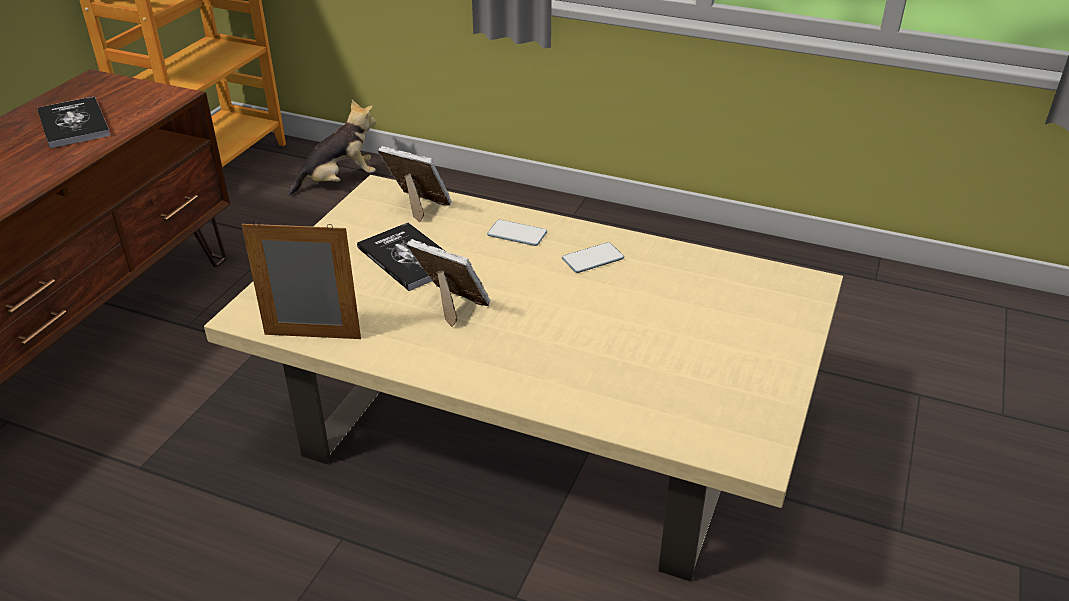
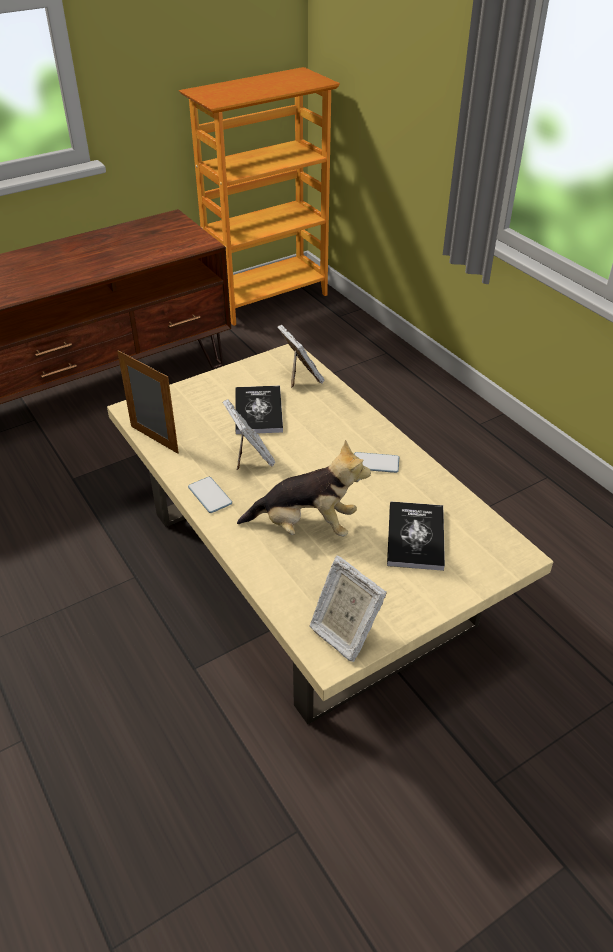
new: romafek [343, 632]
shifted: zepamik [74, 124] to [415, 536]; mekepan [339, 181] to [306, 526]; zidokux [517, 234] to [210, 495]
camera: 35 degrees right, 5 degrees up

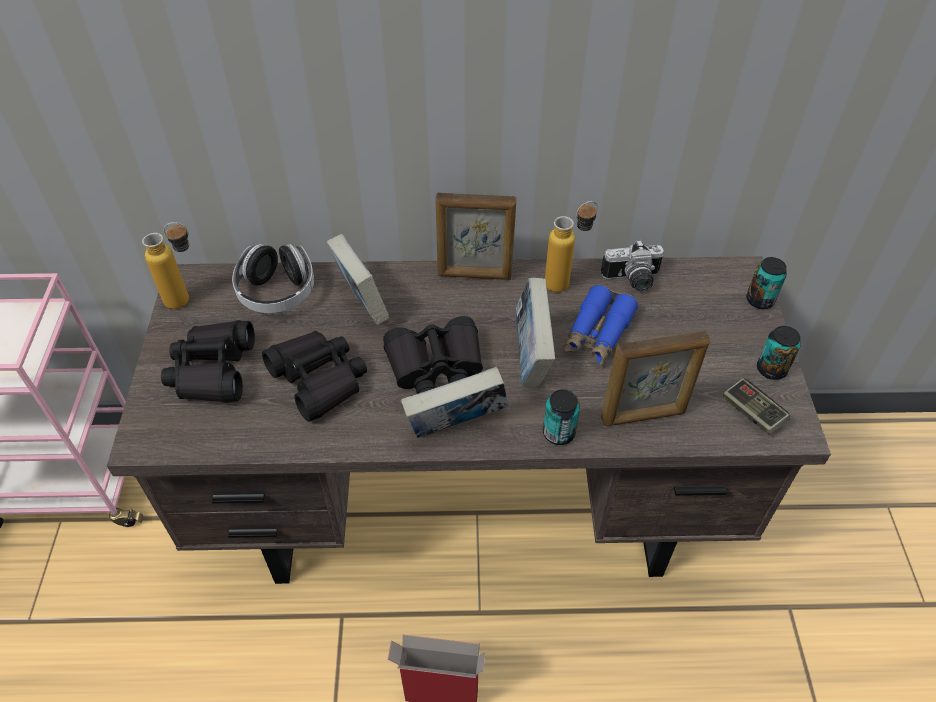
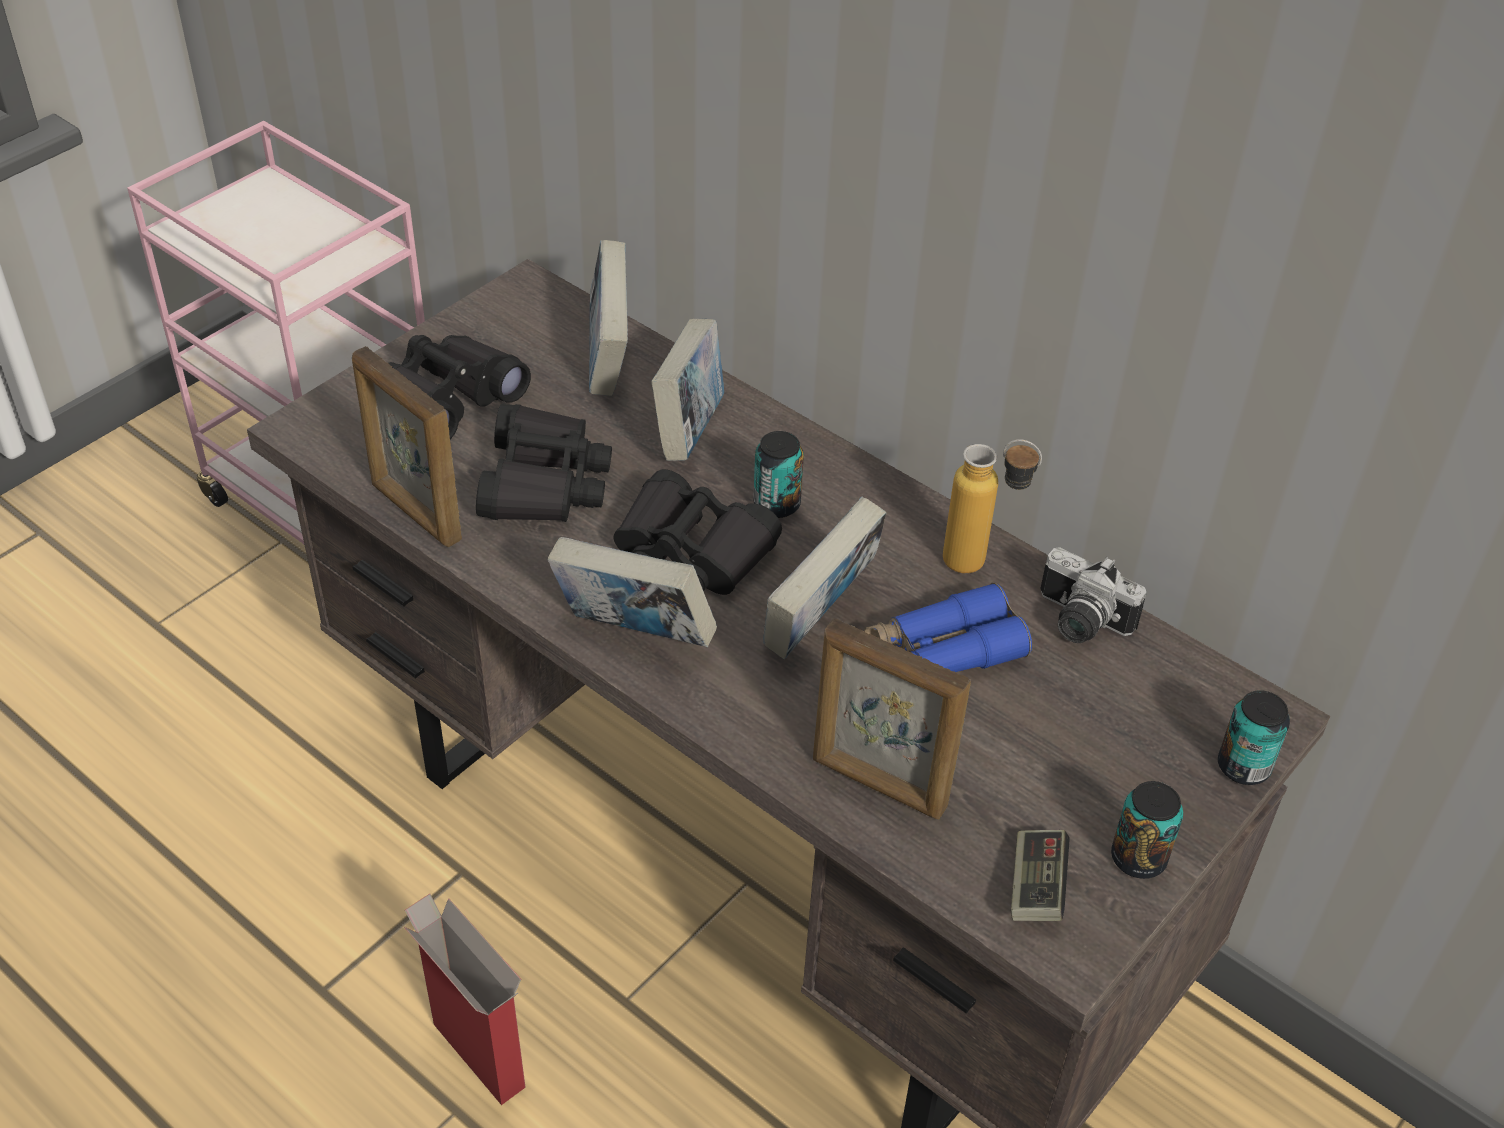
gone: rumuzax [187, 300]
shifted: romafek [474, 275] to [415, 512]; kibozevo [558, 433] to [776, 504]
swapped: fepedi [277, 292] to zepamik [608, 360]
camera: 40 degrees right, 5 degrees down

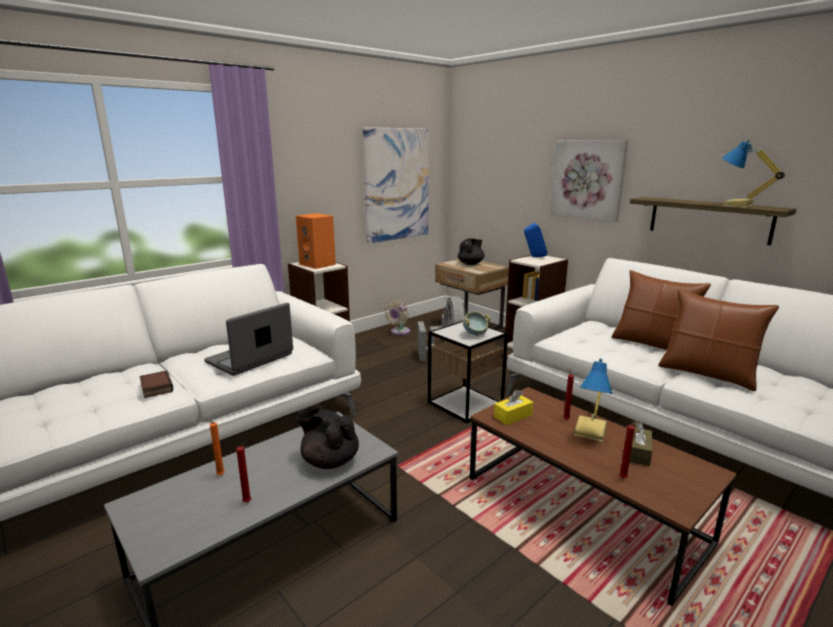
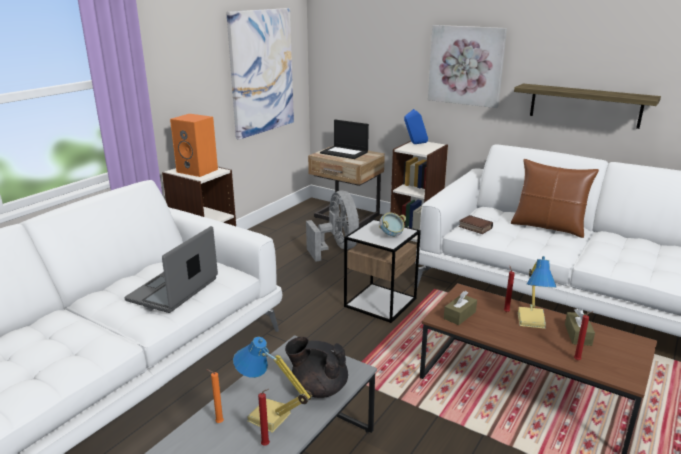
gone: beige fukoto [399, 332]; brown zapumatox [707, 374]
shifted: zepamik [155, 388] to [474, 227]; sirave [738, 205] to [268, 418]
swapped: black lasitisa [471, 264] to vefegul [345, 152]
repainted: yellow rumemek [513, 416] to brown rumemek [459, 315]
camera: 15 degrees left, 5 degrees up

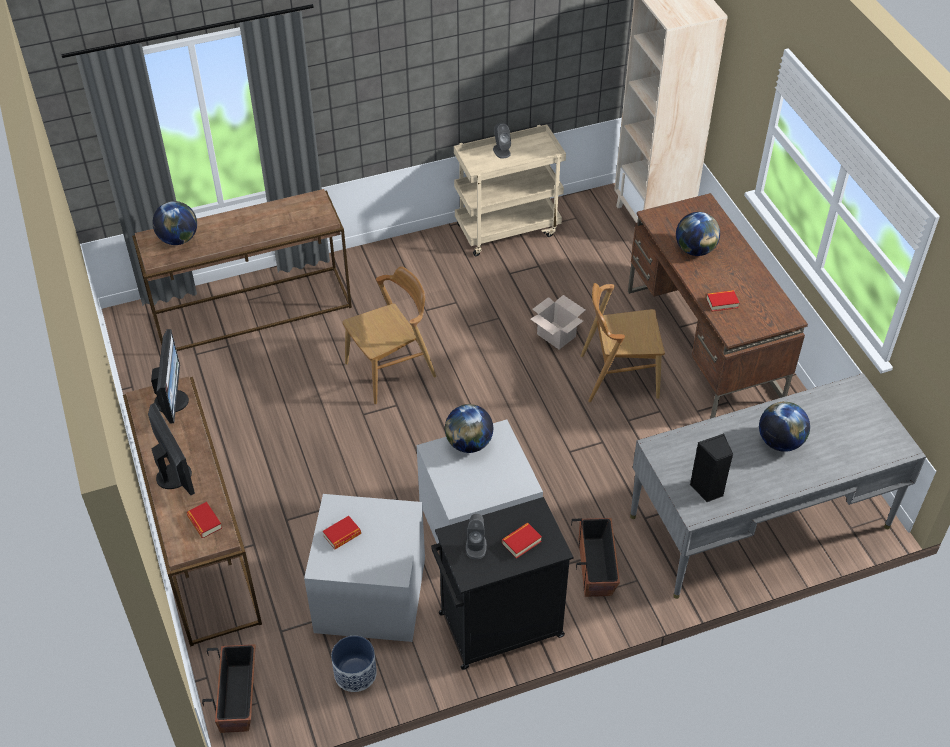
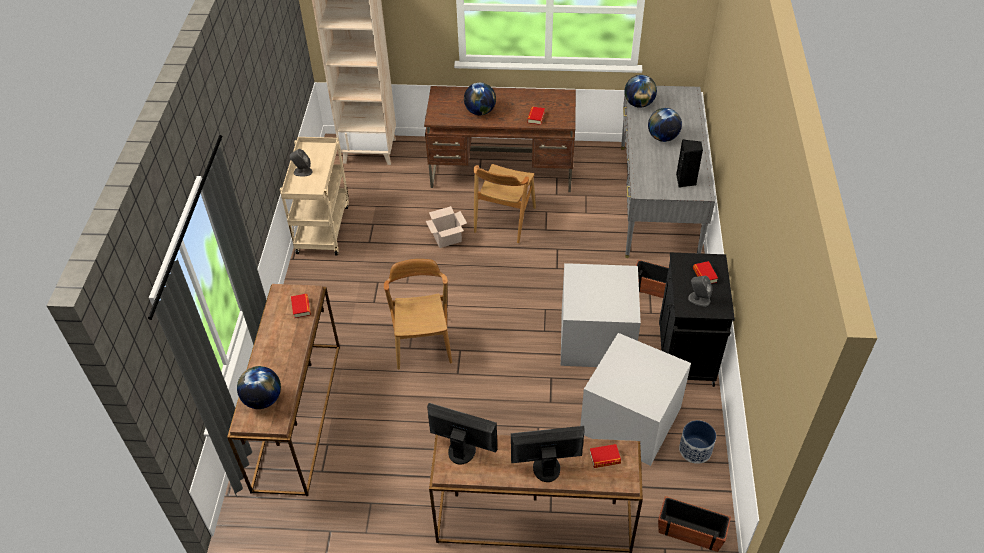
shifted: zepamik [342, 535] to [301, 307]; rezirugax [469, 443] to [639, 104]
camera: 65 degrees left, 0 degrees up

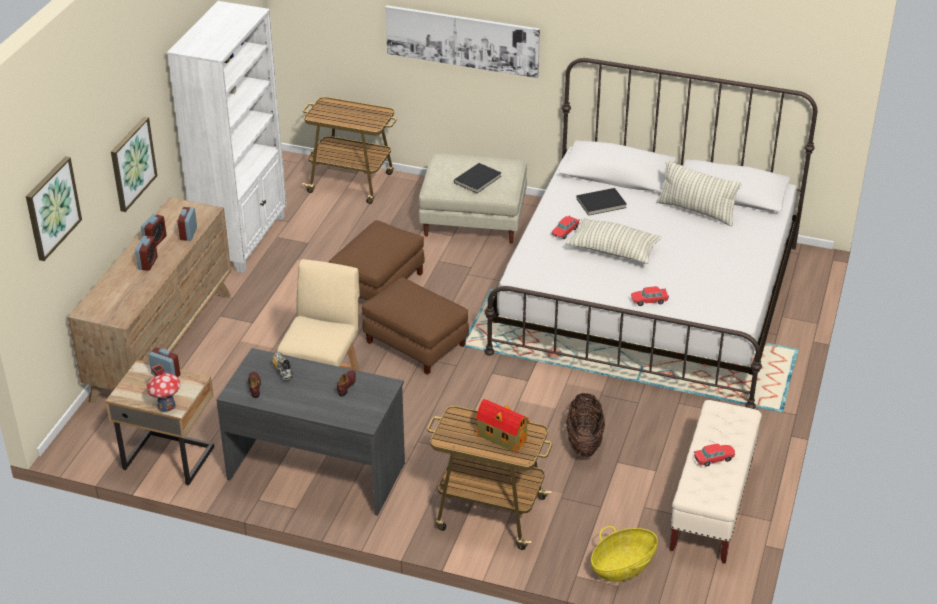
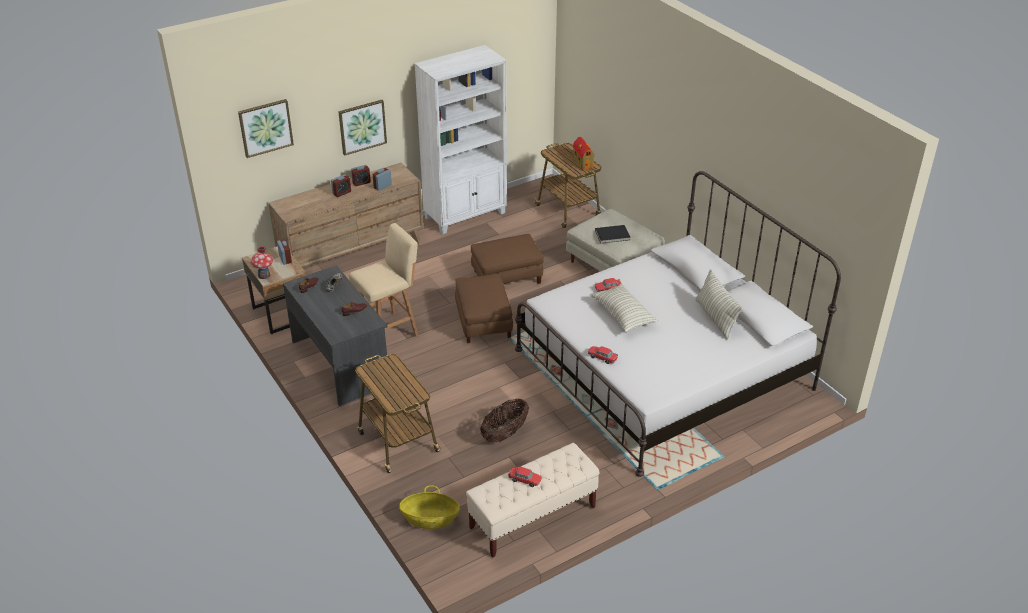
gone: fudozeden [462, 40]; black zepamik [601, 204]
shifted: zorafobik [501, 437] to [582, 162]
camera: 40 degrees right, 0 degrees up

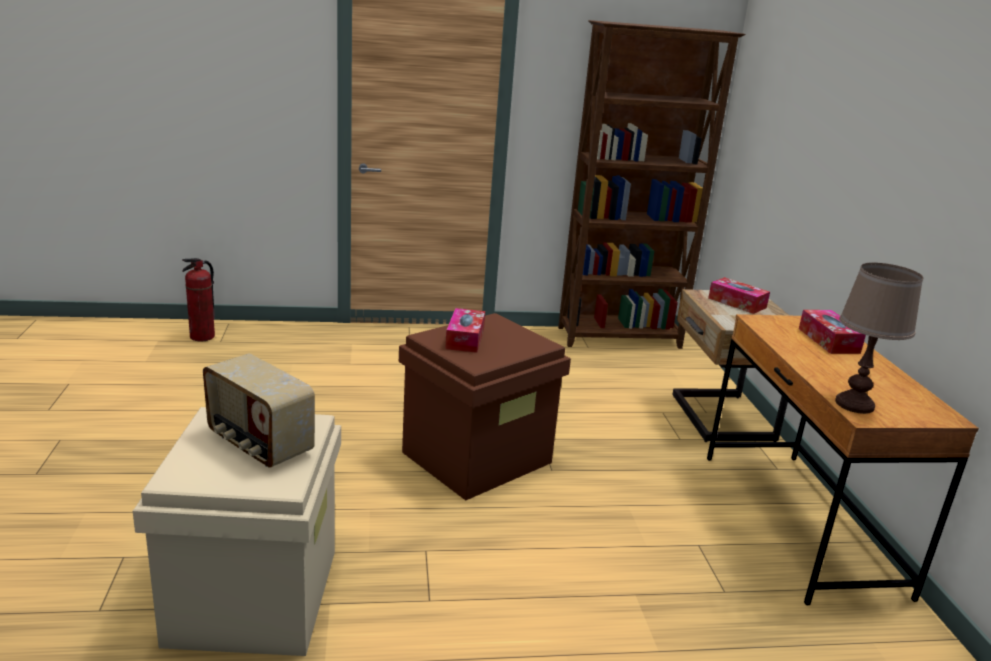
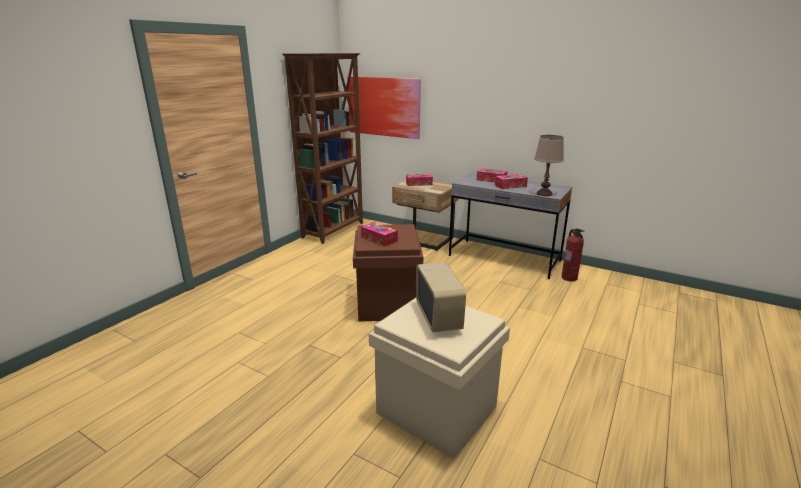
new: fudozeden [384, 106]; rumemek [510, 186]
shifted: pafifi [202, 337] to [569, 278]
repainted: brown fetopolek [799, 522] to grey fetopolek [504, 258]
rotated: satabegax [259, 444] = [439, 317] 90 degrees counterclockwise
camera: 50 degrees left, 0 degrees up

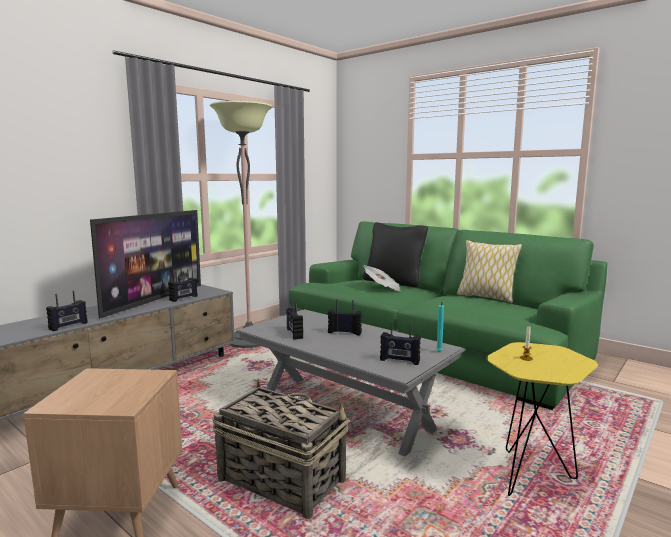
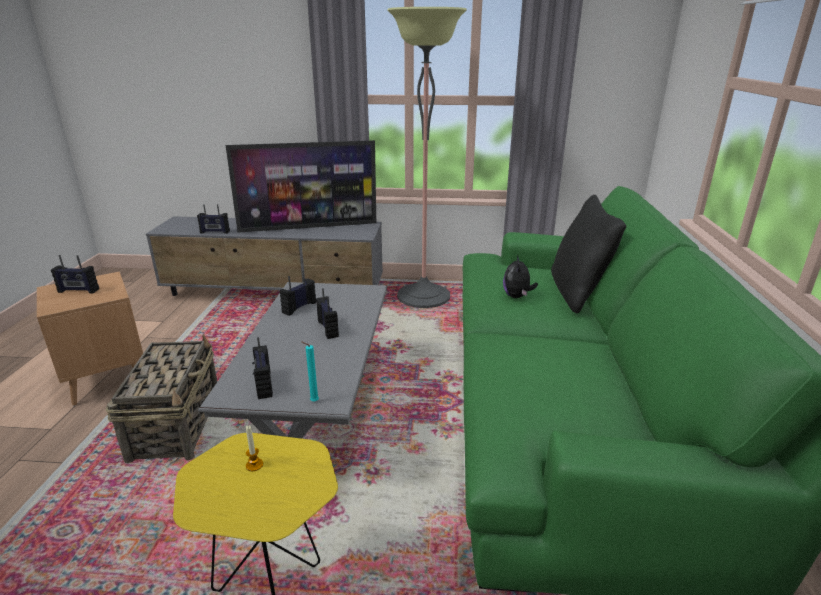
gone: zapumatox [486, 297]
shifted: satabegax [183, 298] to [78, 291]
swapped: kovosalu [382, 289] to mekepan [517, 296]
camera: 55 degrees right, 15 degrees up

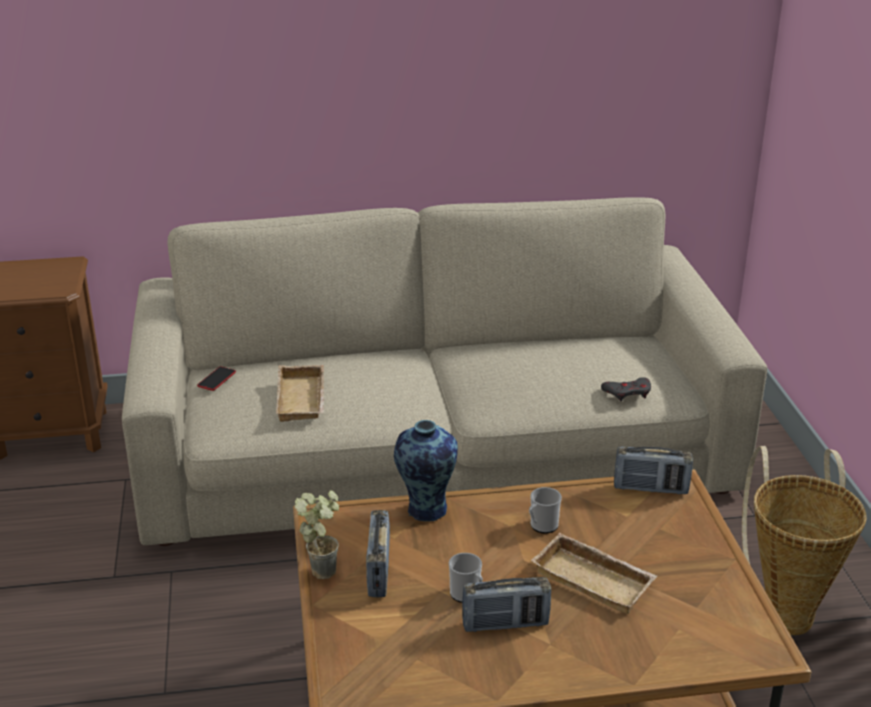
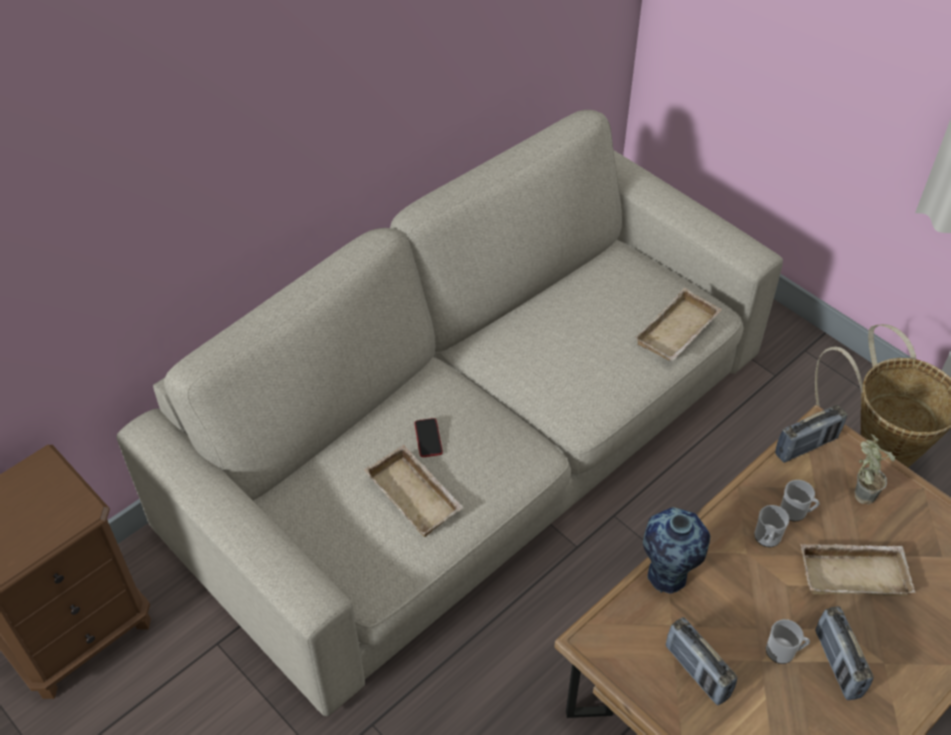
new: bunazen [796, 512]
shifted: zidokux [216, 379] to [428, 438]; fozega [323, 567] to [858, 491]
swapped: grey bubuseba [628, 392] to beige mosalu [678, 333]
rotated: satabegax [505, 624] = [837, 664] 120 degrees clockwise
camera: 35 degrees left, 20 degrees up

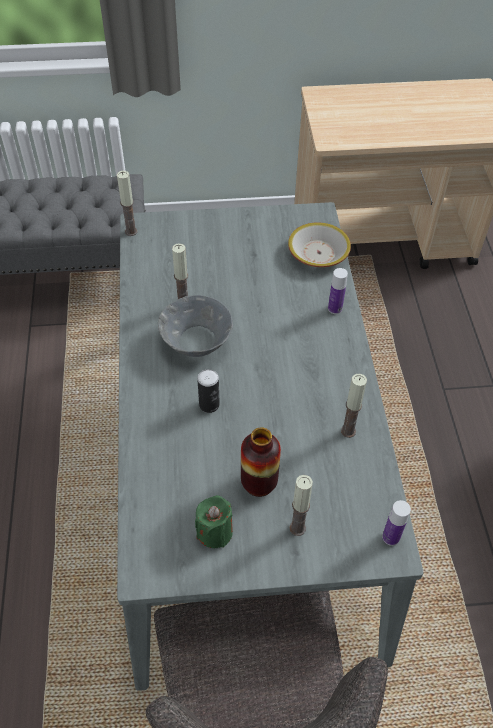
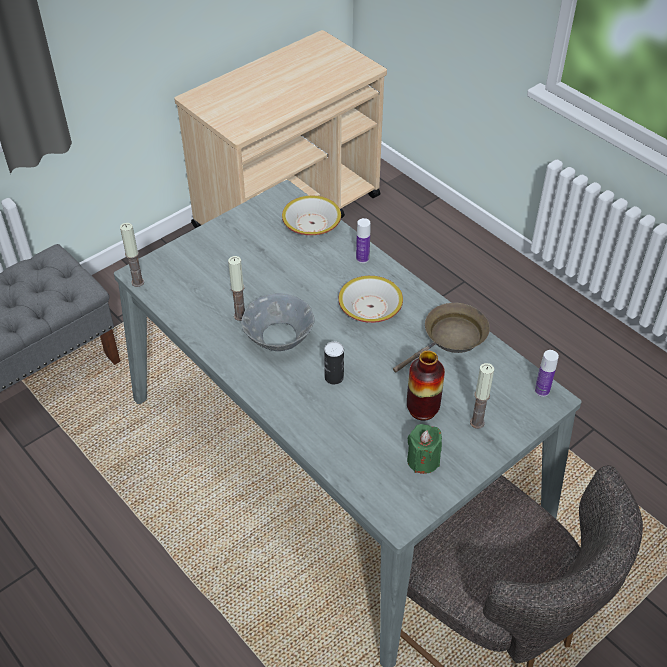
new: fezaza [370, 307]
swapped: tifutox [348, 431] to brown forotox [451, 338]
camera: 35 degrees left, 5 degrees down

